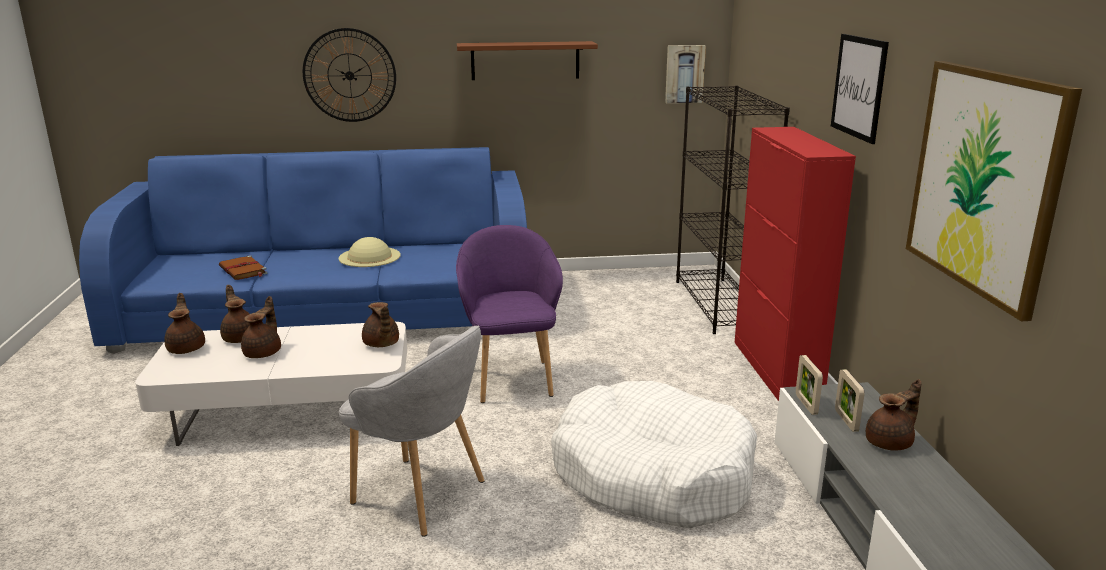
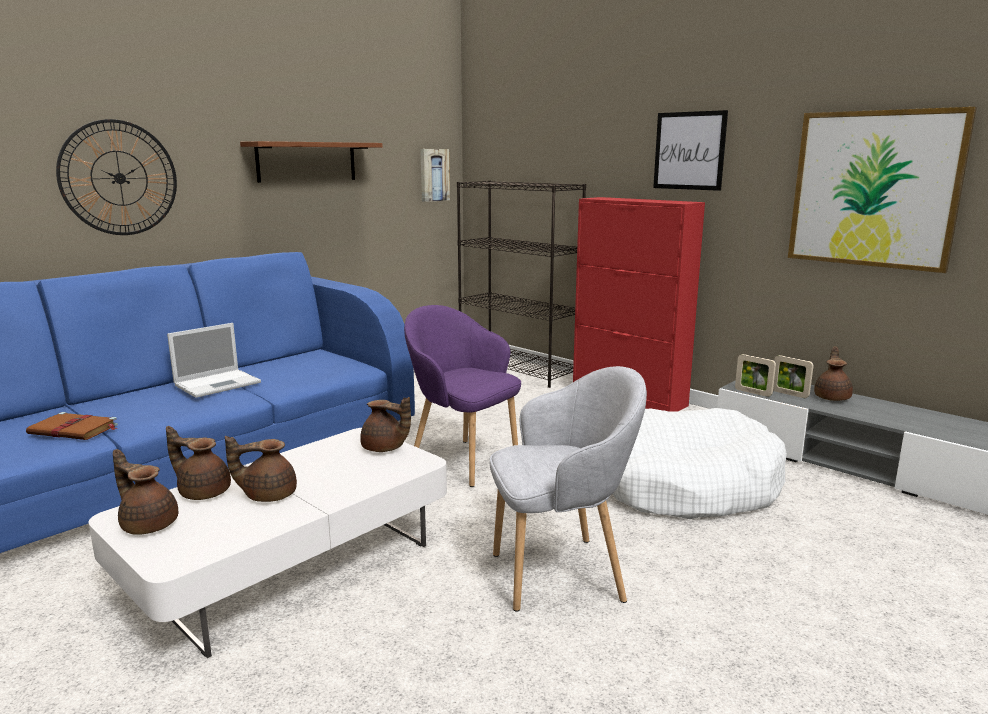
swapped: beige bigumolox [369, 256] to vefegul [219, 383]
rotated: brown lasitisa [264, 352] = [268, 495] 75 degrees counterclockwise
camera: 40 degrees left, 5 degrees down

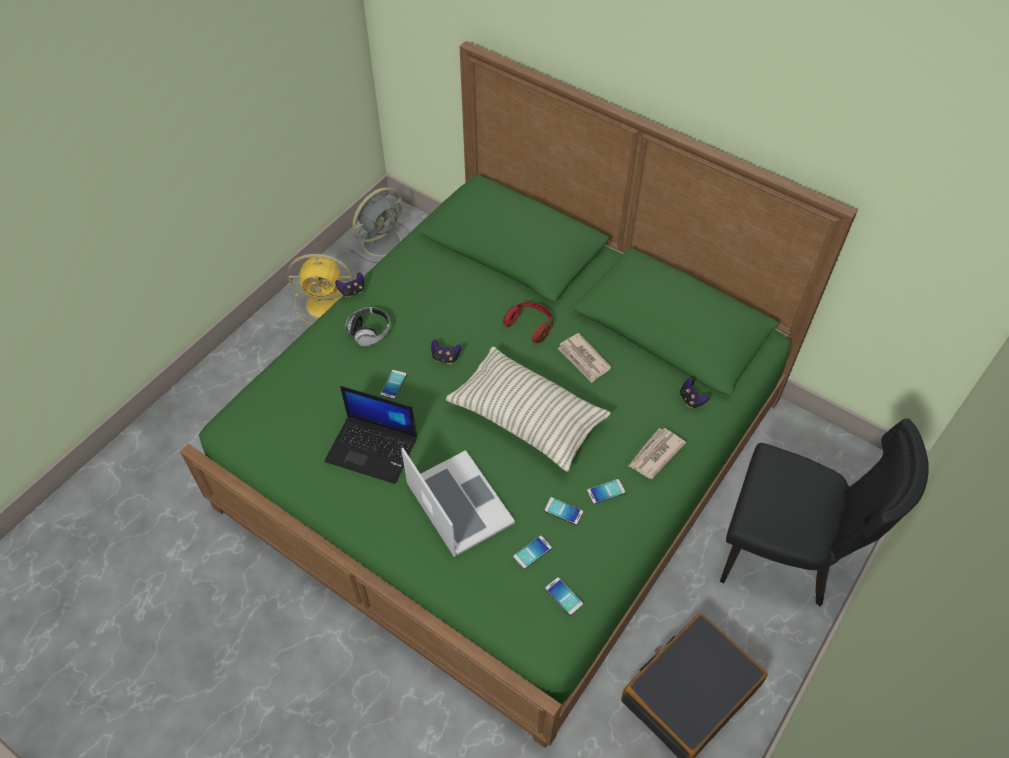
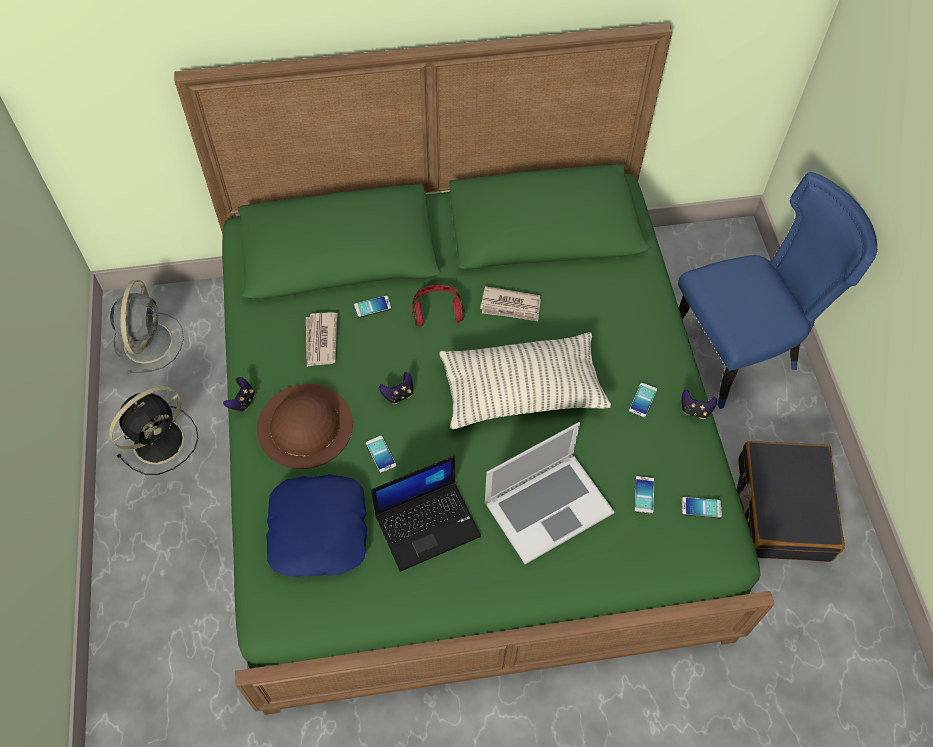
new: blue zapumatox [319, 530]
shifted: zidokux [563, 511] to [372, 307]; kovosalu [655, 454] to [320, 341]; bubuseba [691, 399] to [695, 410]
swapped: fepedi [369, 332] to brown bigumolox [304, 425]
repainted: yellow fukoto [328, 303] to black fukoto [160, 439]; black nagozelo [785, 555] to blue nagozelo [740, 351]
rotated: vefegul [459, 503] = [548, 506] 135 degrees clockwise
camera: 45 degrees left, 5 degrees up

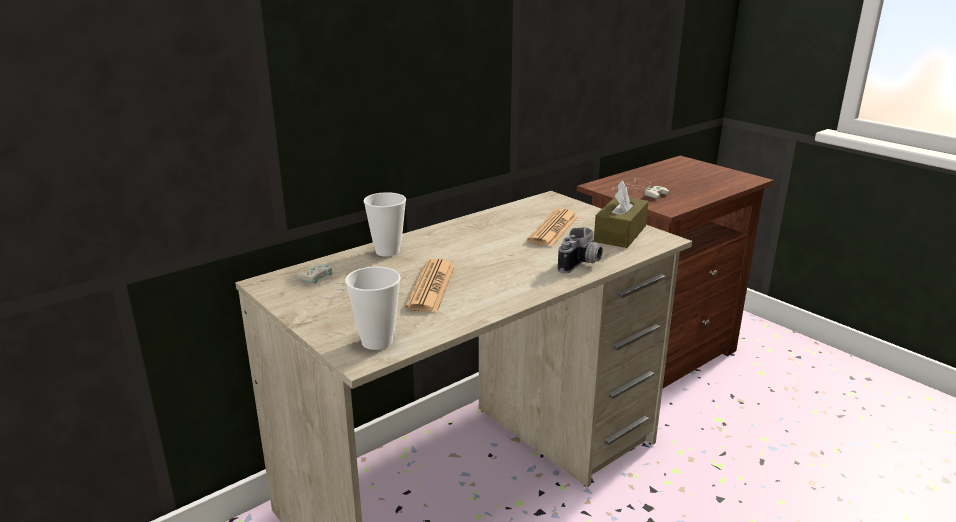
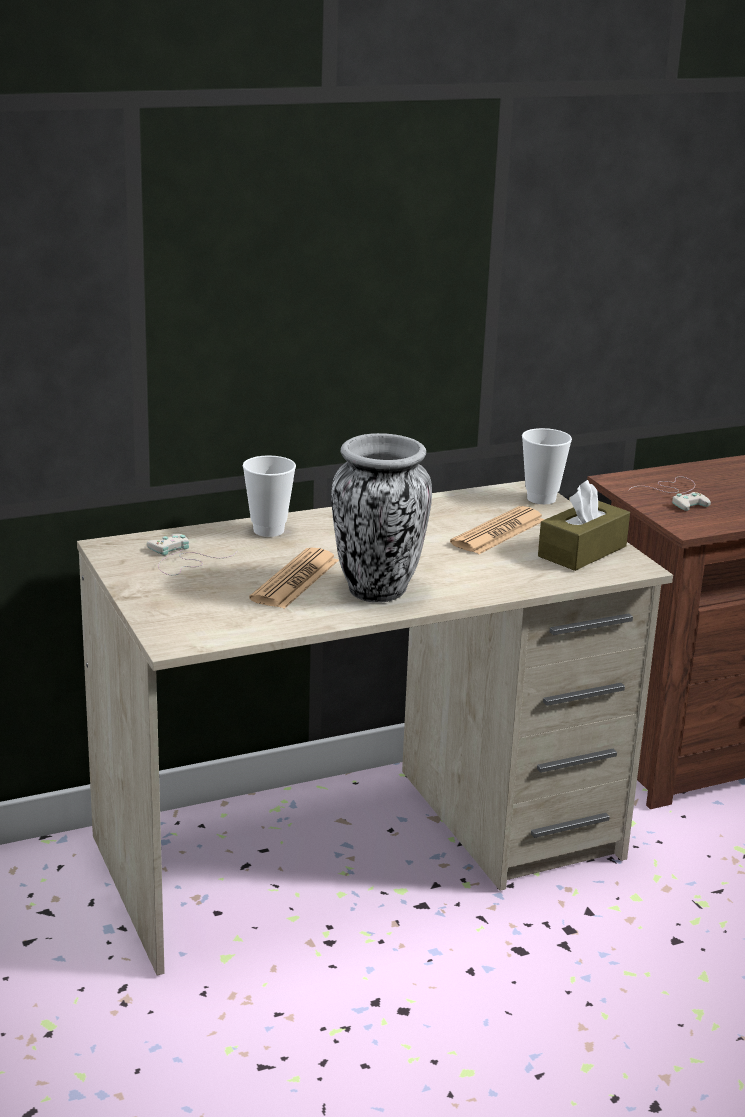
gone: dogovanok [582, 264]
new: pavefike [377, 590]
shifted: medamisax [377, 341] to [541, 498]
camera: 15 degrees right, 0 degrees up

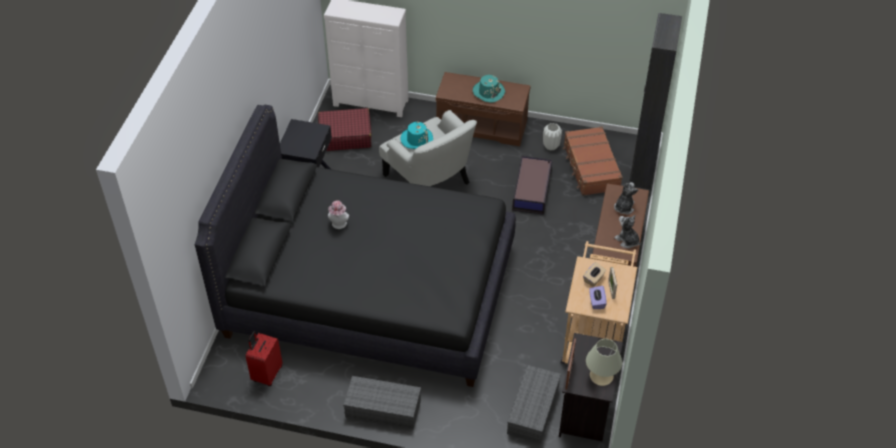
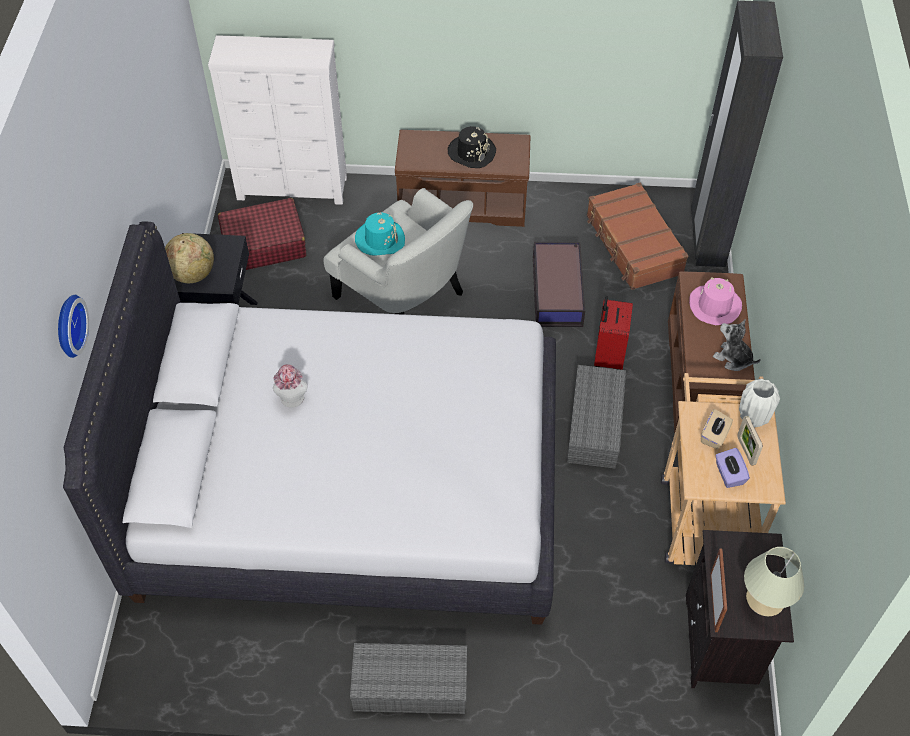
new: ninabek [67, 325]; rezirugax [192, 274]
shifted: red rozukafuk [266, 374] to [608, 356]; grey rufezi [532, 409] to [593, 423]; white pavefike [551, 146] to [753, 418]
swapped: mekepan [624, 207] to pink bigumolox [714, 306]
repainted: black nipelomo [370, 291] to white nipelomo [350, 488]; turquoise bigumolox [488, 92] to black bigumolox [471, 152]
camera: 10 degrees left, 5 degrees up

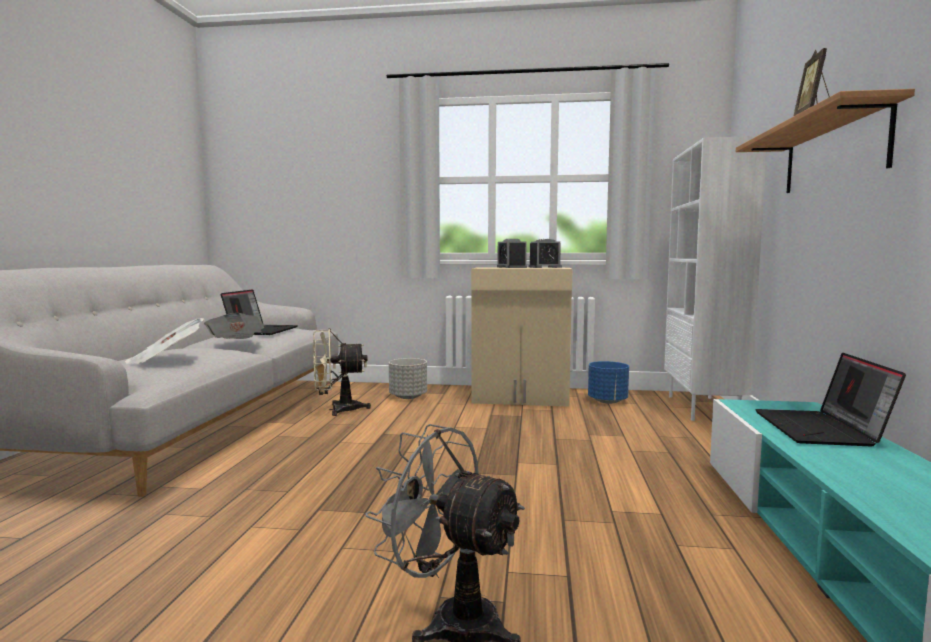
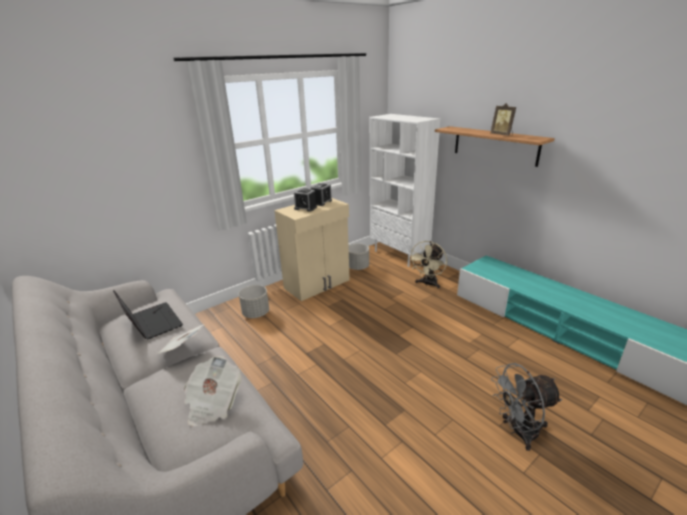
gone: vefegul [822, 430]
shifted: beige fukoto [337, 410] to [427, 284]
repainted: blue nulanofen [608, 401] to grey nulanofen [358, 267]
camera: 45 degrees left, 20 degrees up

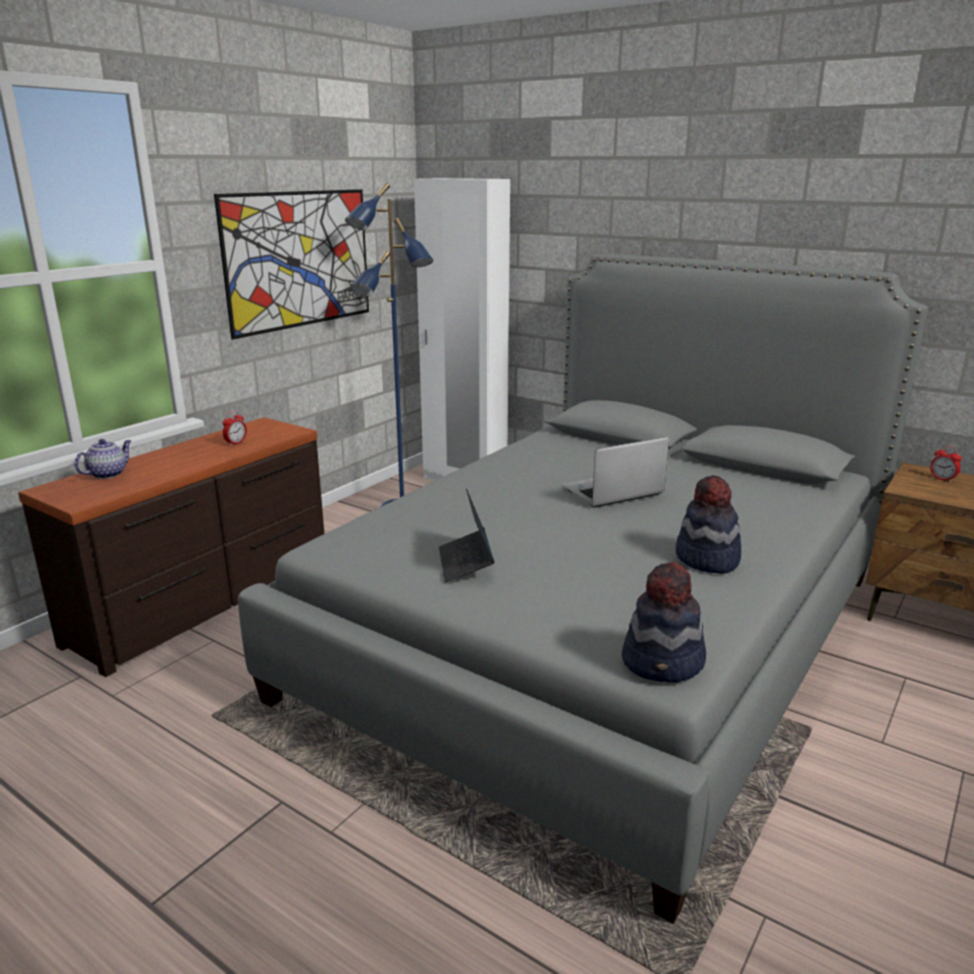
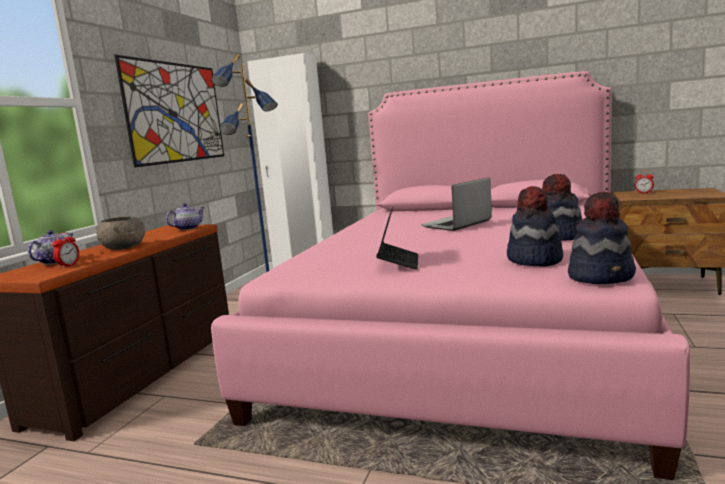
new: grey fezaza [124, 248]; lasitisa [188, 228]; bigumolox [534, 260]
shifted: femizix [236, 443] to [68, 265]
repainted: grey nipelomo [600, 633] to pink nipelomo [465, 331]
rotated: vefegul [465, 563] = [398, 262] 150 degrees counterclockwise
camera: 15 degrees left, 10 degrees down

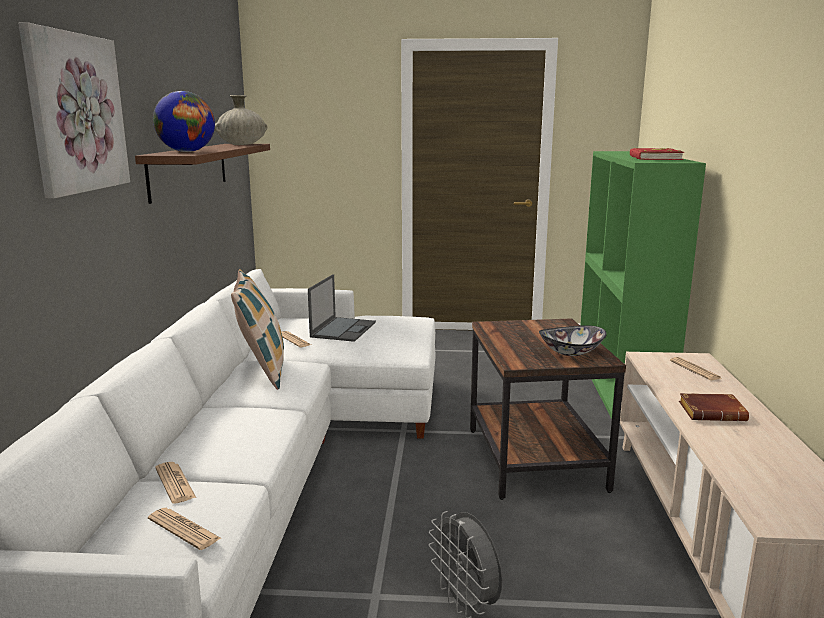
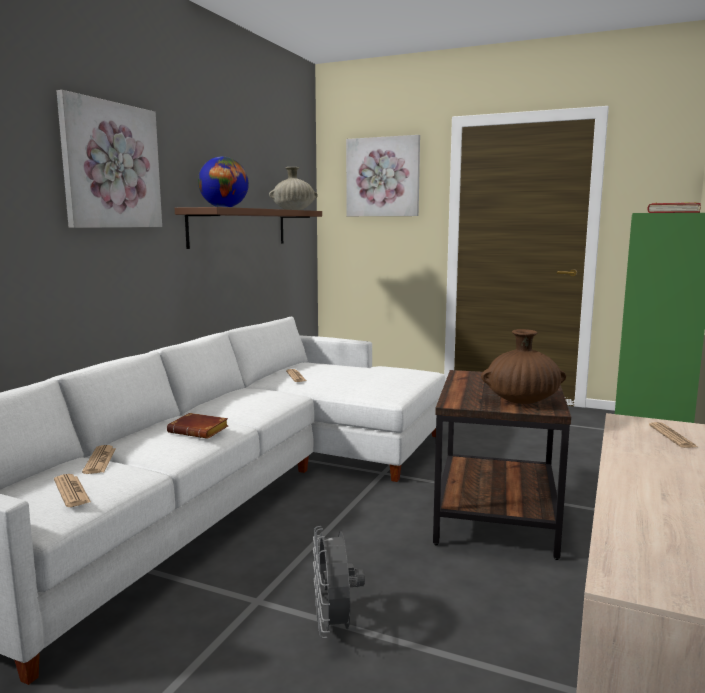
gone: zapumatox [262, 371]; vefegul [343, 329]
new: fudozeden [383, 177]
shifted: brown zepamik [713, 412] to [200, 431]
swapped: fezaza [571, 352] to brown pavefike [522, 401]
camera: 20 degrees right, 5 degrees down

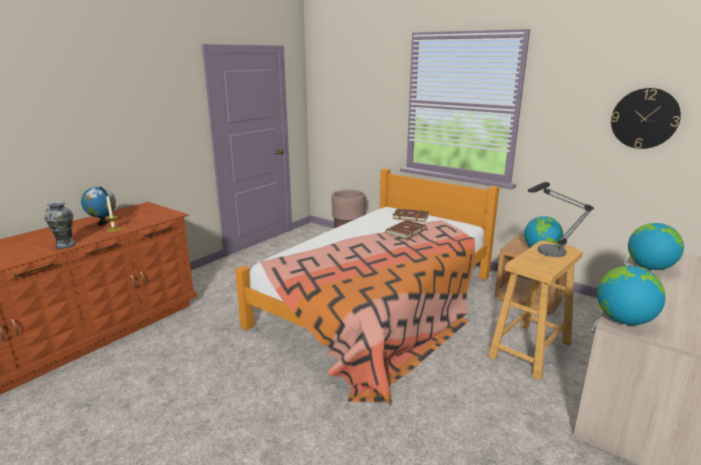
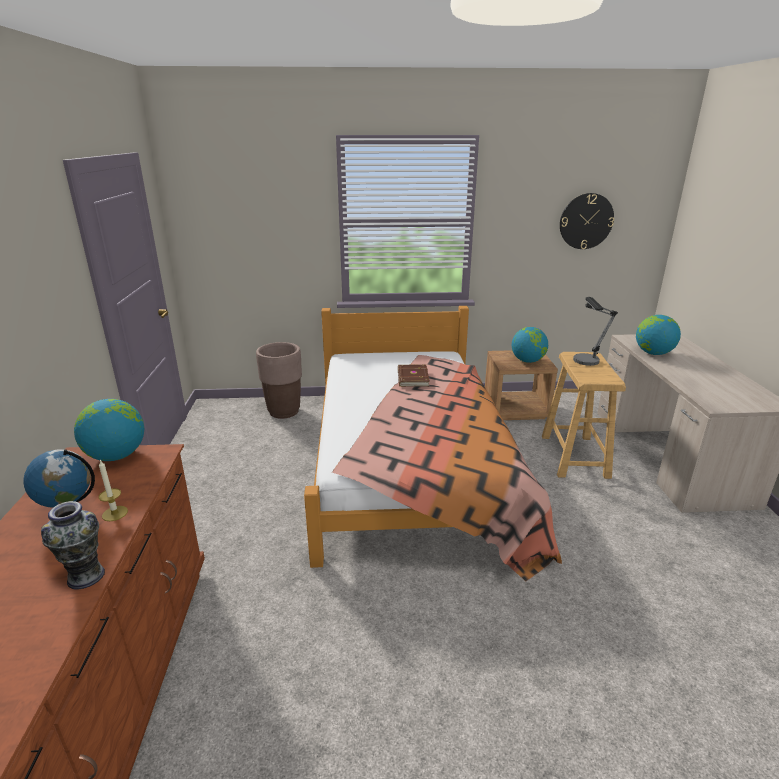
gone: brown zepamik [410, 216]
shifted: rezirugax [624, 320] to [116, 456]
camera: 40 degrees left, 5 degrees up

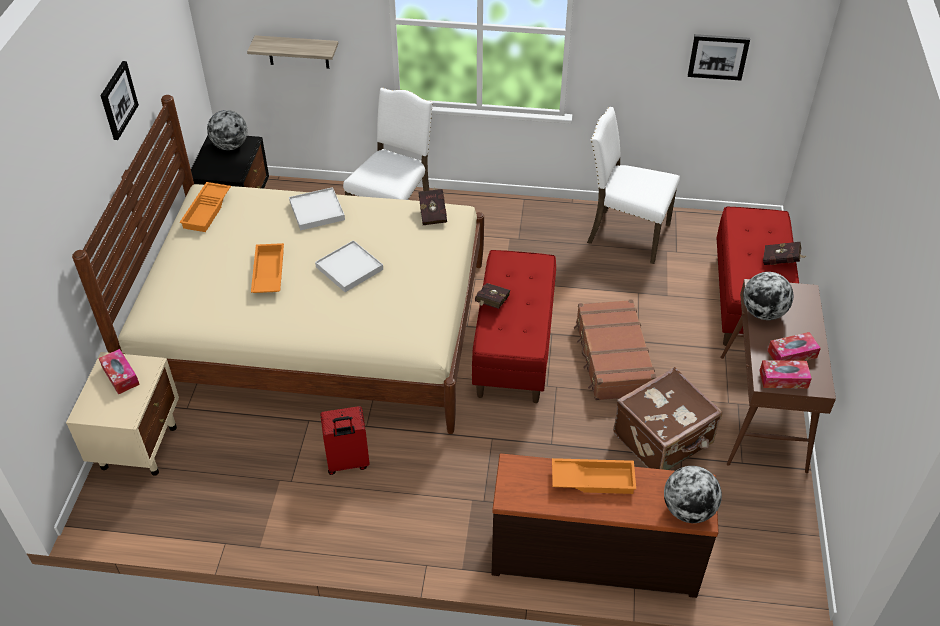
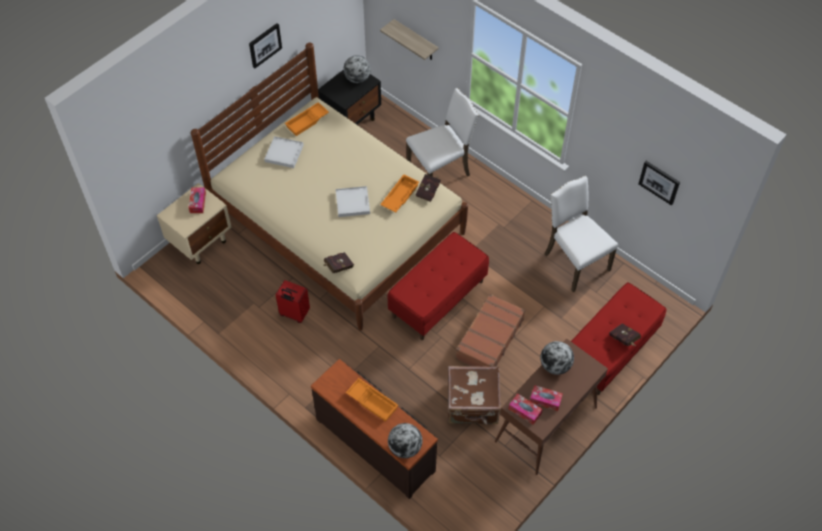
shifted: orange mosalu [268, 273] to [399, 196]; white mosalu [317, 211] to [284, 153]; red zepamik [491, 304] to [337, 267]
camera: 35 degrees right, 10 degrees up

